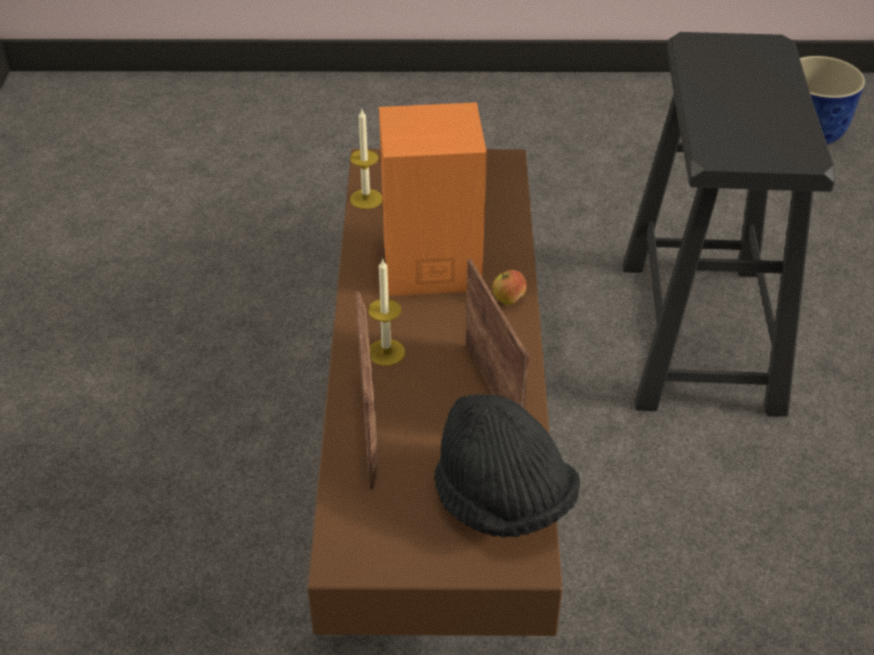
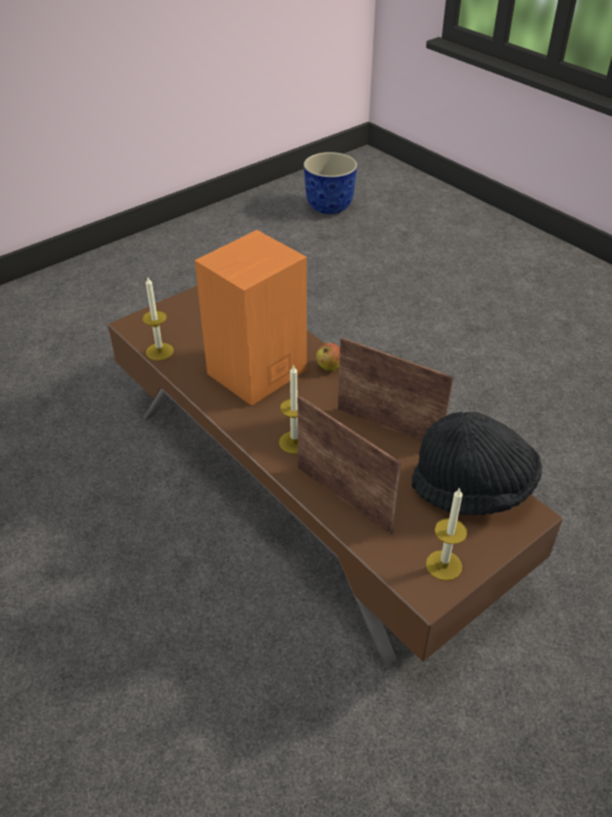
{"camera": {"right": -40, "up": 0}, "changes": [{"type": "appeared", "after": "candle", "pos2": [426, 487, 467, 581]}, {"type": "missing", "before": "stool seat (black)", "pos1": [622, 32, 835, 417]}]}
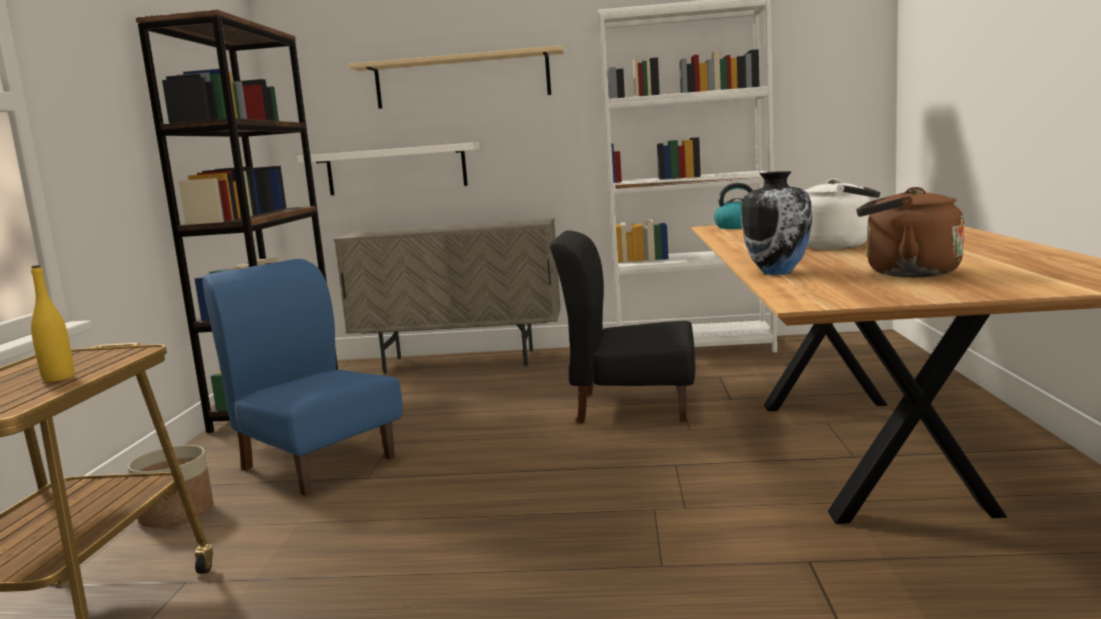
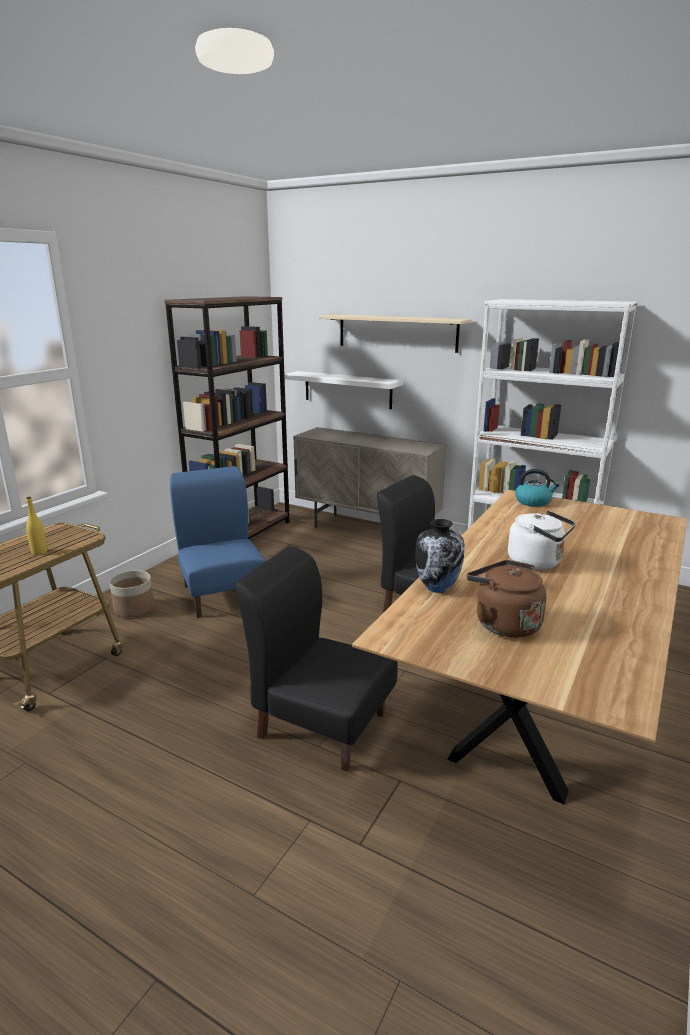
{"camera": {"right": 25, "up": 10}, "changes": [{"type": "appeared", "after": "upright chair (black)", "pos2": [235, 546, 398, 772]}]}
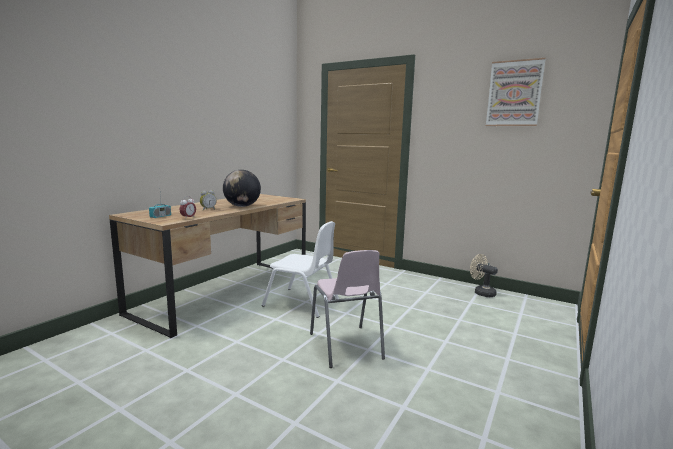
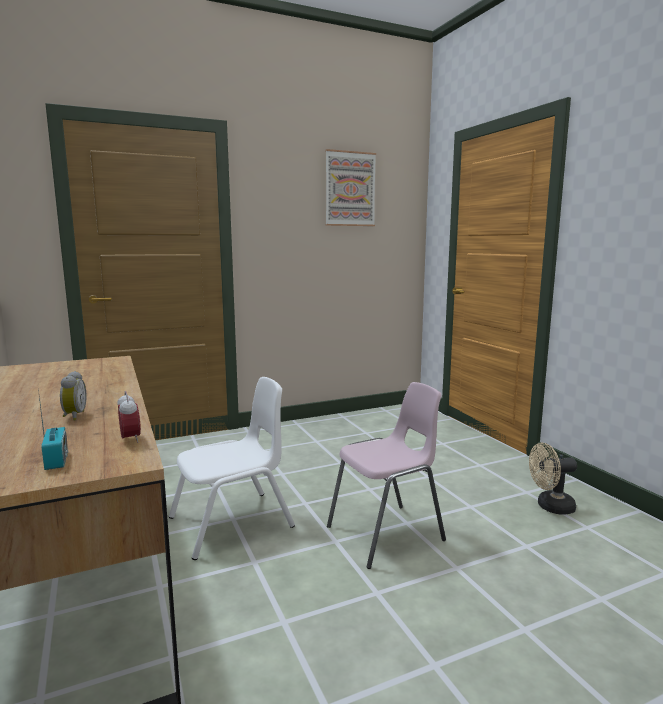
{"camera": {"right": -55, "up": 0}, "changes": [{"type": "spun", "before": "upright chair (pinkish)", "pos1": [310, 250, 385, 368], "pos2": [327, 382, 446, 569], "turn": -45}, {"type": "relocated", "before": "cooling fan (sand-coloured)", "pos1": [470, 254, 498, 297], "pos2": [529, 442, 577, 514]}, {"type": "missing", "before": "desk globe", "pos1": [223, 170, 261, 207]}]}
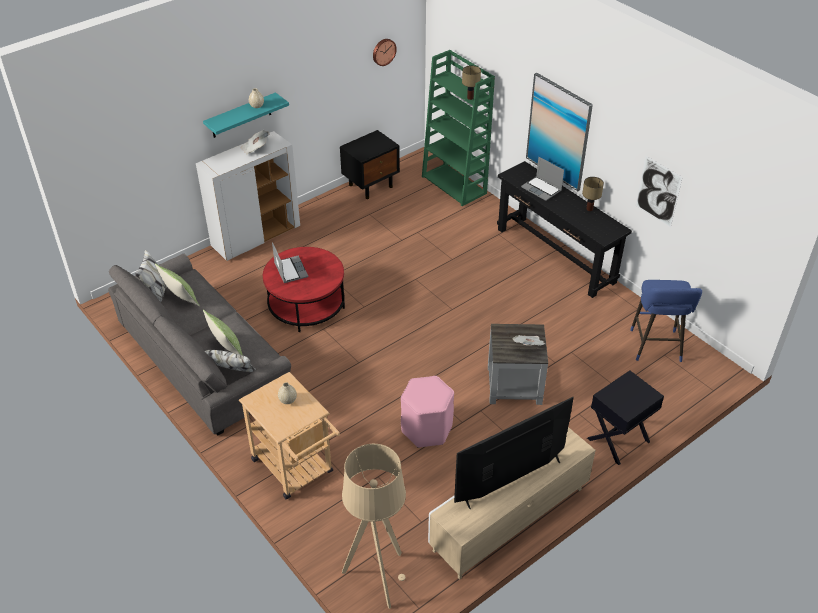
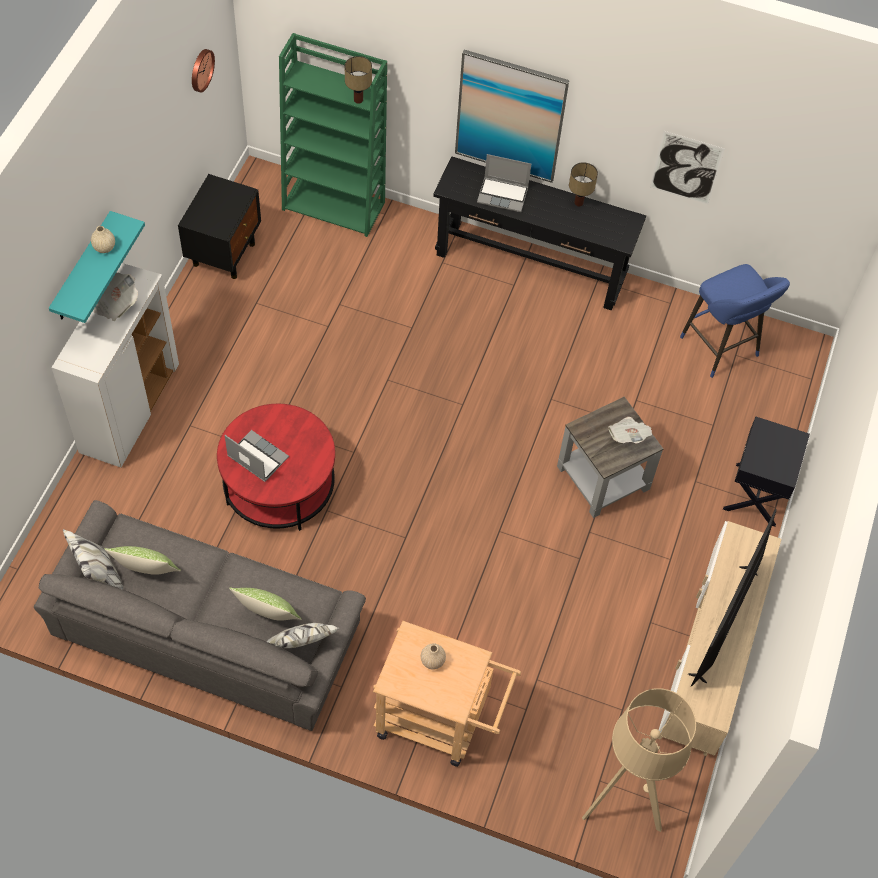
{"camera": {"right": -35, "up": 15}, "changes": [{"type": "missing", "before": "stool seat (pinkish)", "pos1": [401, 376, 454, 448]}]}
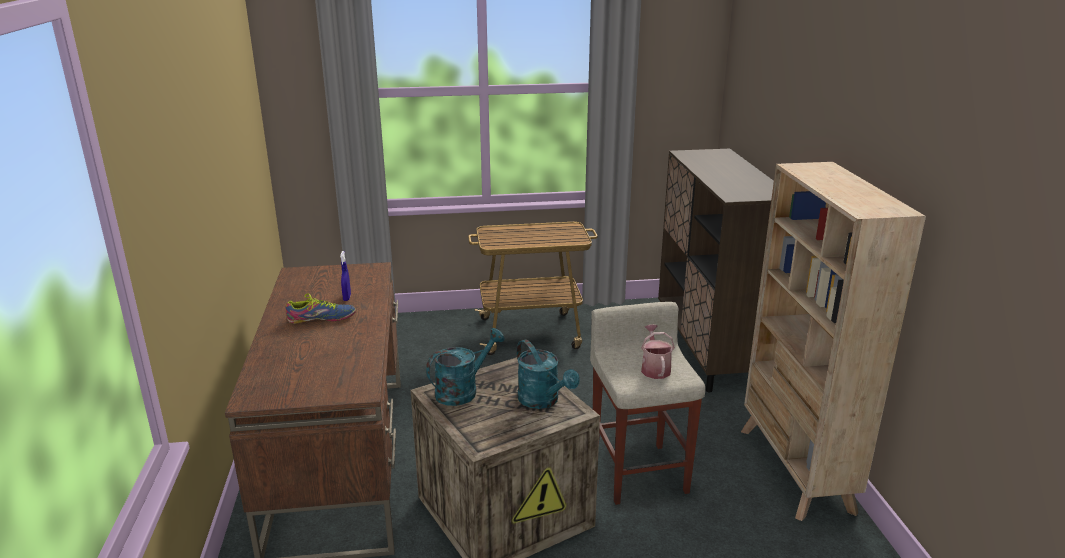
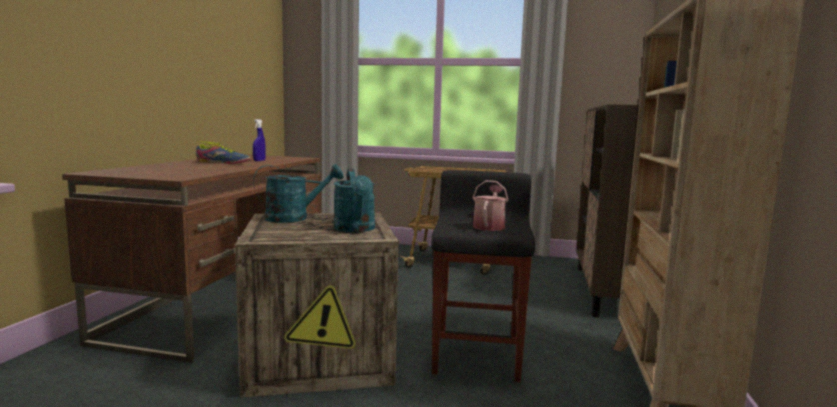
{"camera": {"right": 20, "up": -15}, "changes": [{"type": "colour", "before": "stool seat (sand-coloured)", "after": "stool seat (black)", "pos1": [590, 302, 705, 505], "pos2": [431, 170, 535, 382]}]}
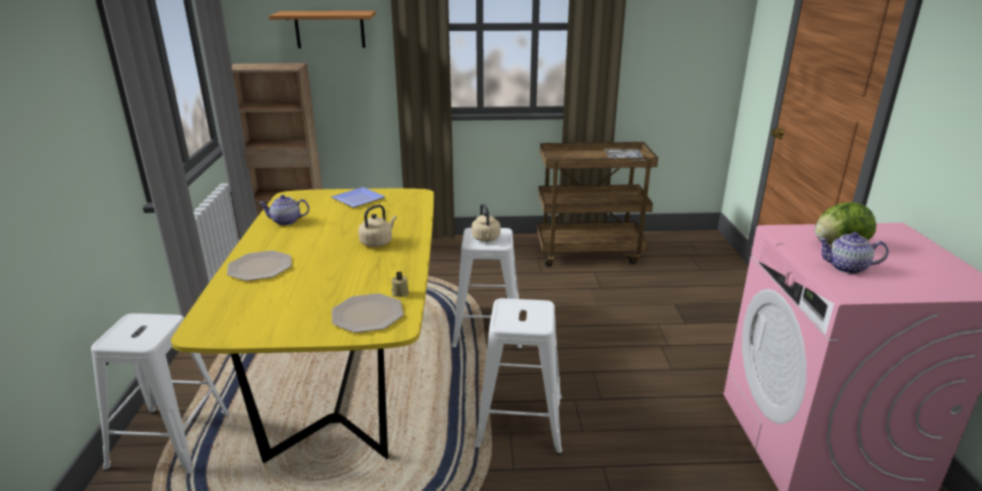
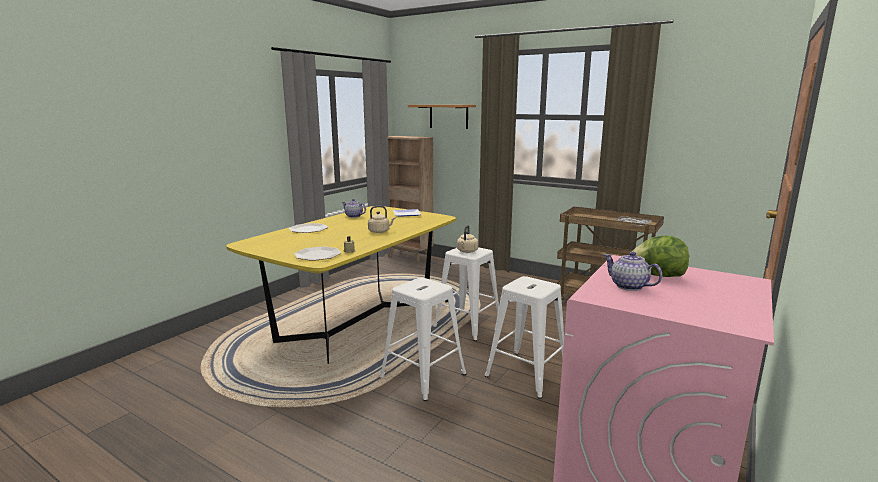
{"camera": {"right": 35, "up": -10}, "changes": [{"type": "relocated", "before": "stool seat (white-coloured)", "pos1": [91, 313, 230, 474], "pos2": [484, 276, 564, 399]}]}
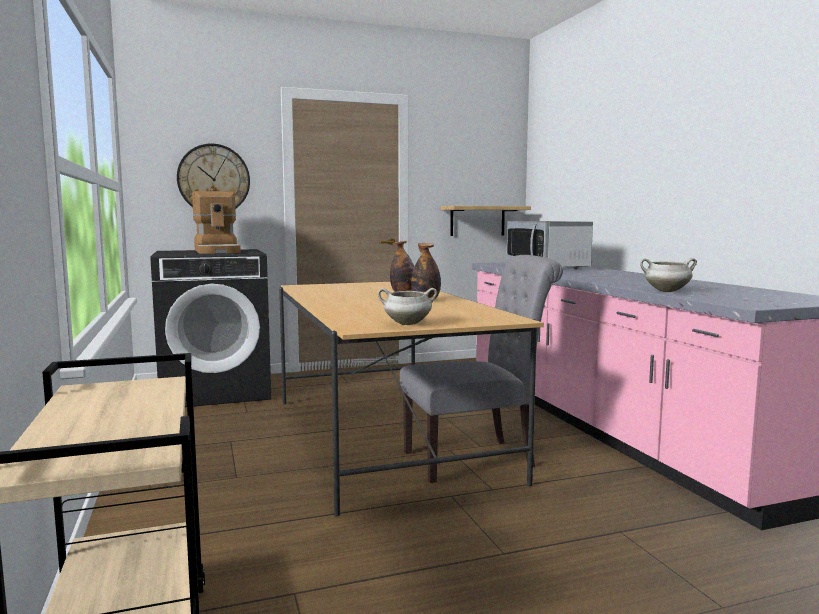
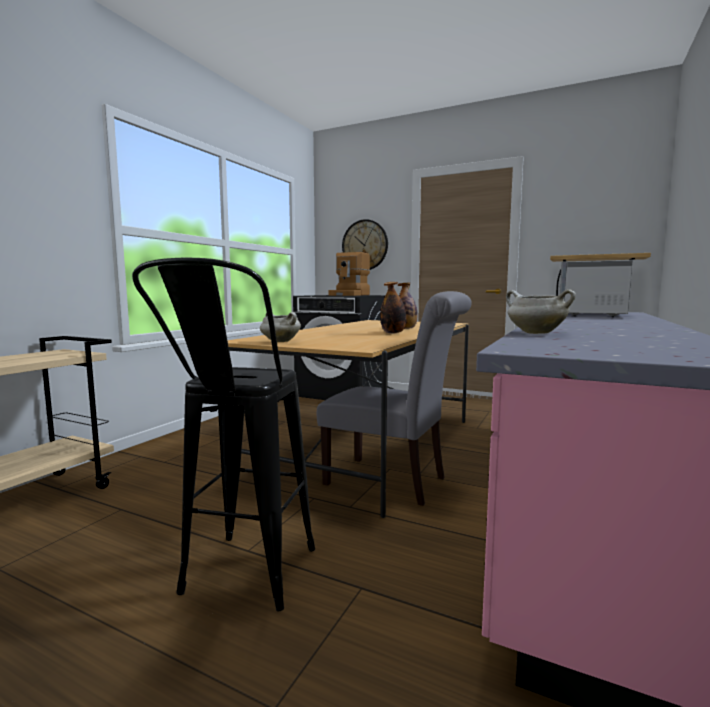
{"camera": {"right": 45, "up": 0}, "changes": [{"type": "appeared", "after": "stool seat (black)", "pos2": [132, 258, 315, 611]}]}
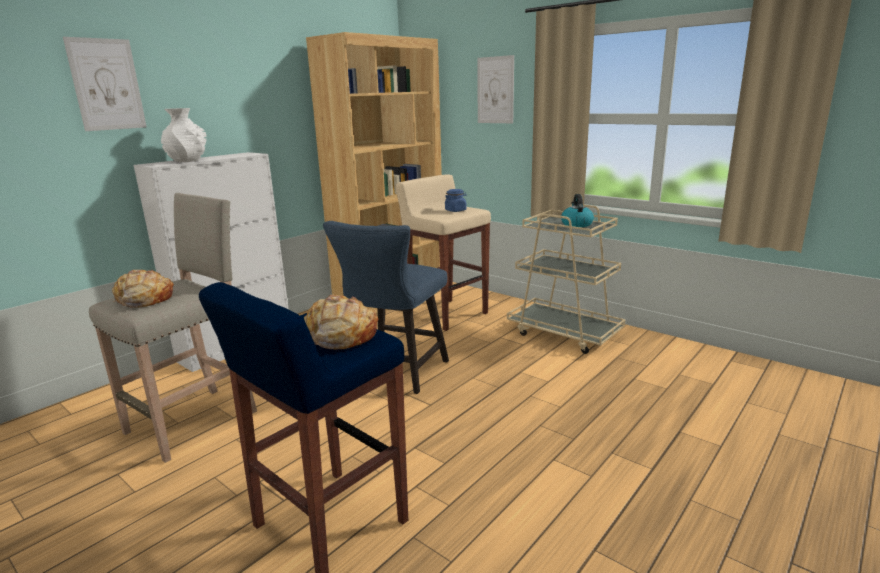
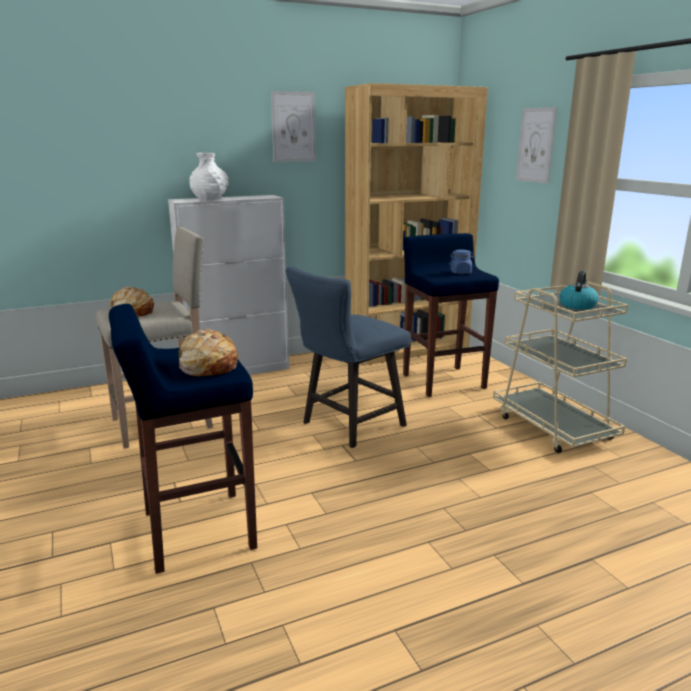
{"camera": {"right": 25, "up": 0}, "changes": [{"type": "relocated", "before": "wall picture", "pos1": [63, 37, 147, 131], "pos2": [271, 91, 316, 162]}, {"type": "colour", "before": "stool seat (sand-coloured)", "after": "stool seat (bluish)", "pos1": [395, 174, 491, 331], "pos2": [403, 233, 499, 397]}]}
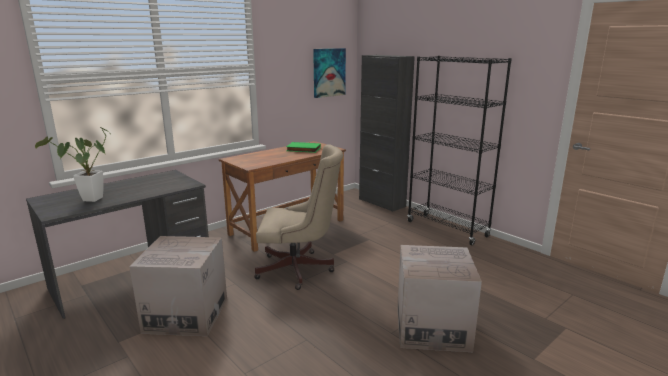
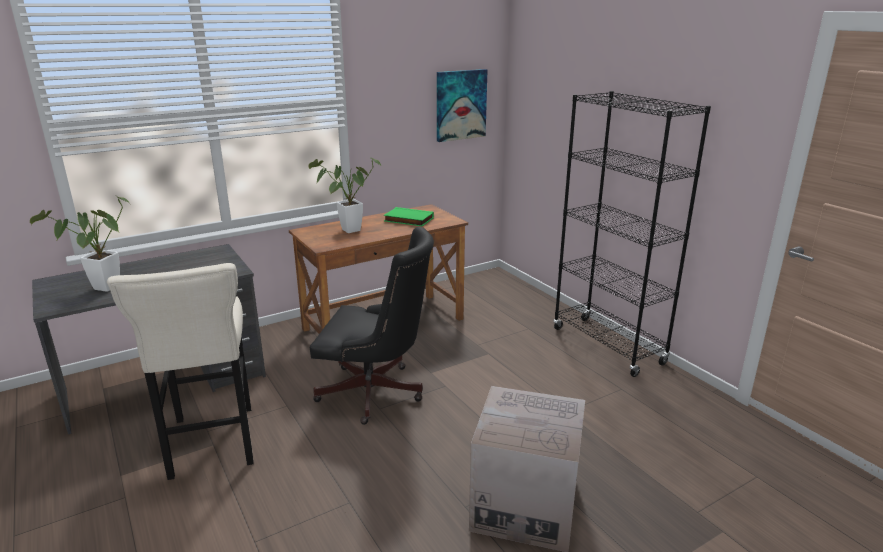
{"camera": {"right": 10, "up": 5}, "changes": [{"type": "exchanged", "before": "carton", "after": "stool seat (sand-coloured)", "pos1": [130, 236, 227, 336], "pos2": [107, 263, 254, 480]}, {"type": "appeared", "after": "potted plant", "pos2": [308, 157, 382, 233]}, {"type": "colour", "before": "desk chair (sand-coloured)", "after": "desk chair (black)", "pos1": [254, 144, 343, 290], "pos2": [310, 227, 434, 425]}, {"type": "missing", "before": "storage cabinet (black)", "pos1": [359, 55, 415, 212]}]}
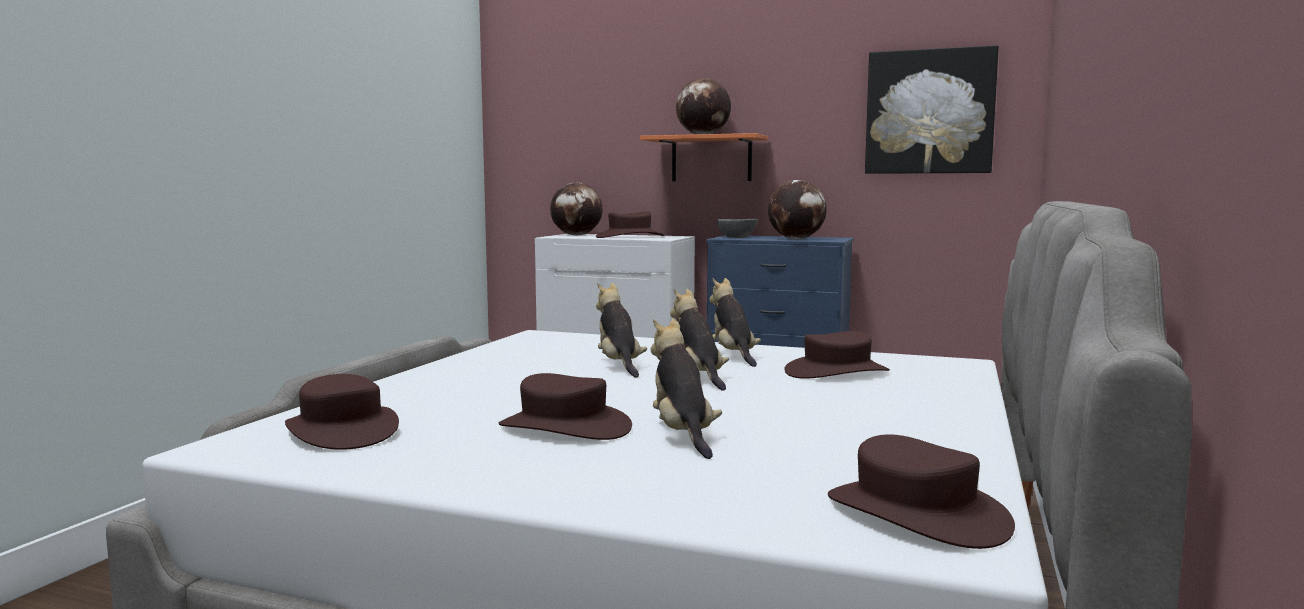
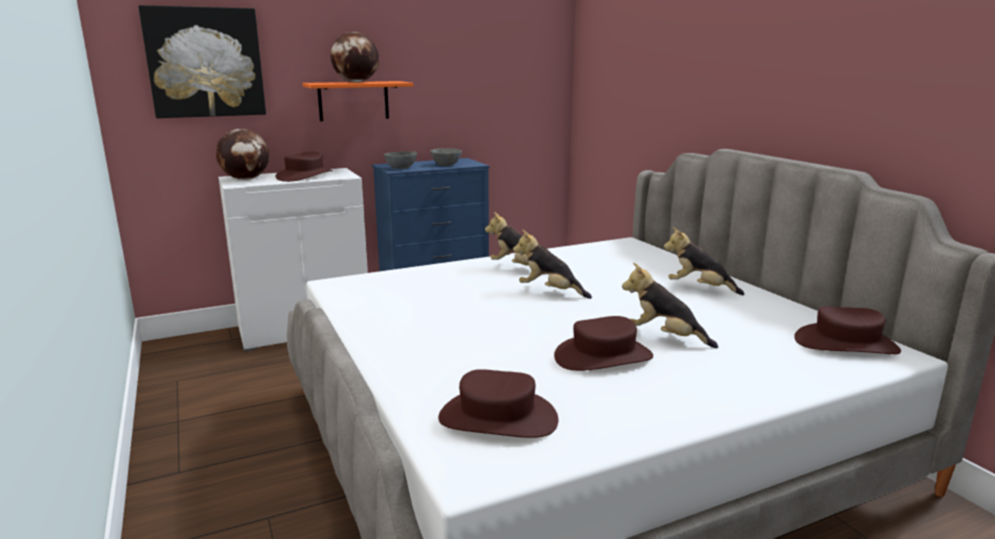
{"camera": {"right": -45, "up": 10}, "changes": [{"type": "relocated", "before": "wall picture", "pos1": [865, 45, 999, 174], "pos2": [138, 5, 266, 118]}, {"type": "exchanged", "before": "desk globe", "after": "deep dish (gray)", "pos1": [768, 180, 827, 239], "pos2": [431, 148, 462, 166]}, {"type": "relocated", "before": "plush toy", "pos1": [596, 283, 647, 377], "pos2": [664, 227, 745, 295]}, {"type": "missing", "before": "wearable hat (brown-coloured)", "pos1": [785, 331, 890, 379]}]}
